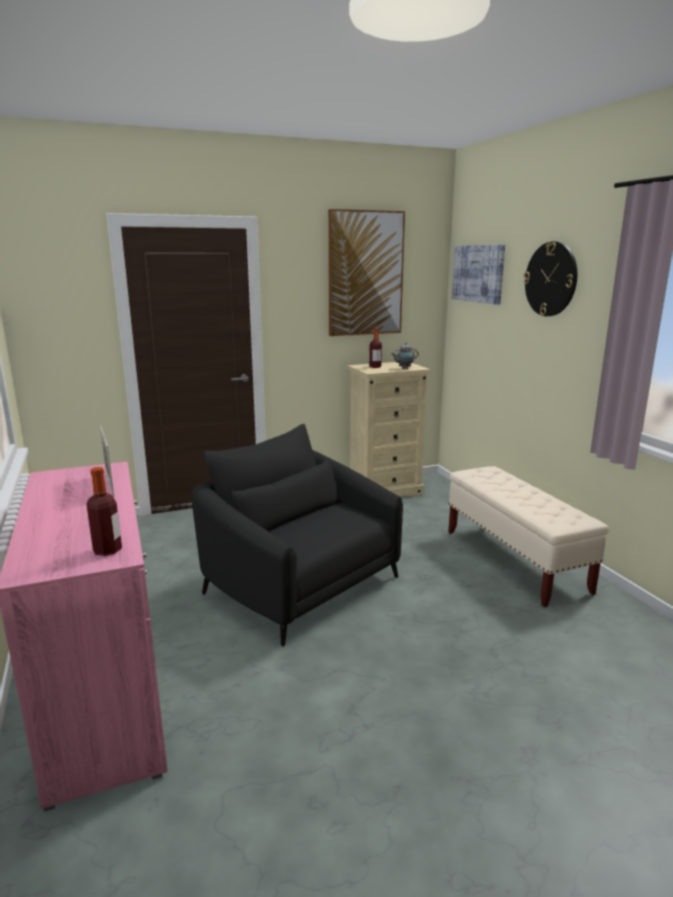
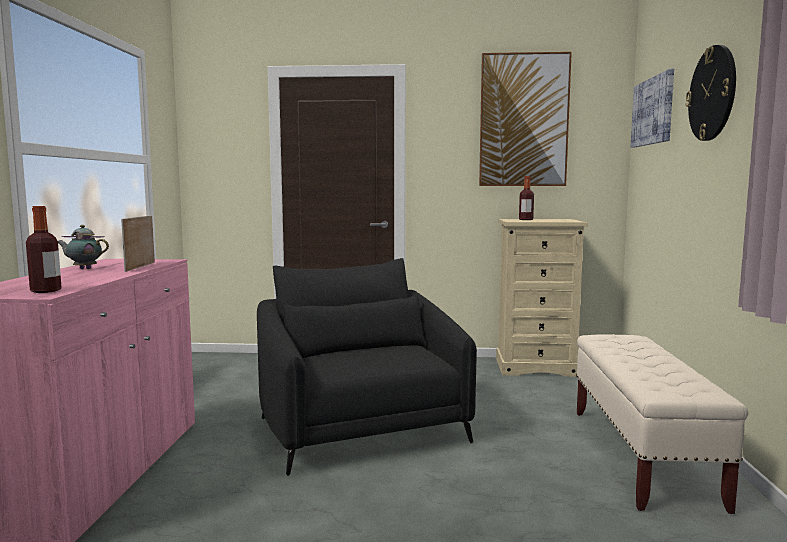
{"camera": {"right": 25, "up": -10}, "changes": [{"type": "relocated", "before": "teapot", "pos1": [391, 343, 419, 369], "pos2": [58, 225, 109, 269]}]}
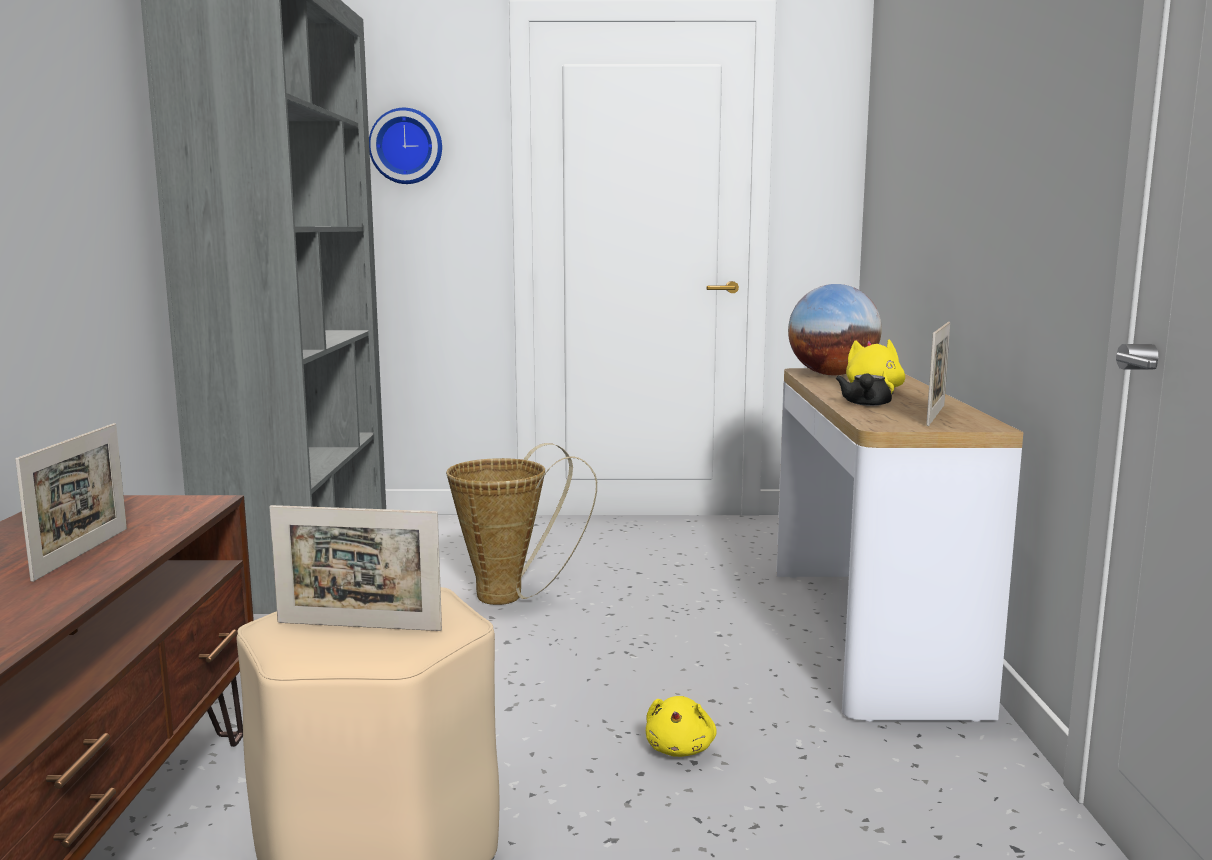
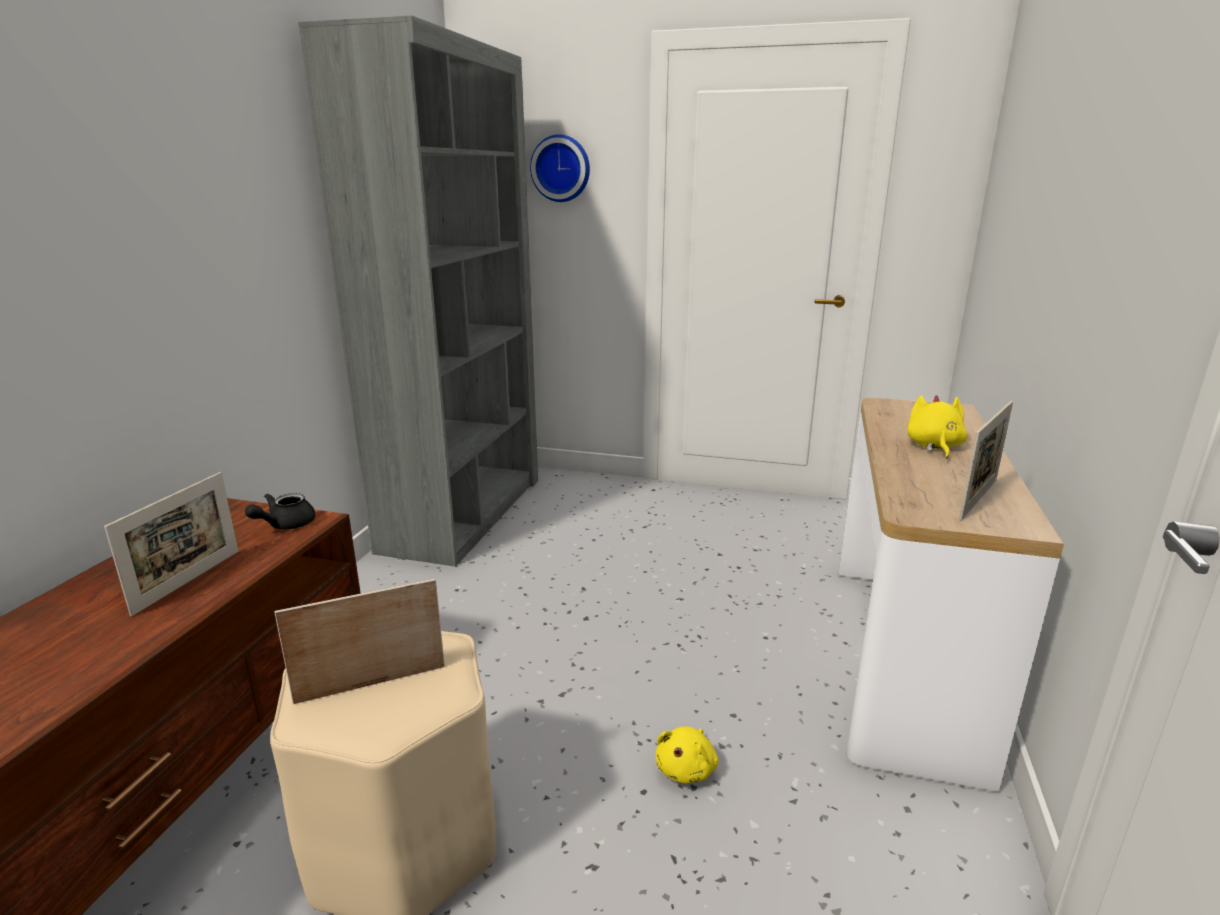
{"camera": {"right": 15, "up": 10}, "changes": [{"type": "relocated", "before": "teapot (black)", "pos1": [836, 373, 892, 406], "pos2": [245, 493, 315, 529]}, {"type": "spun", "before": "photo frame", "pos1": [269, 505, 442, 631], "pos2": [274, 579, 445, 704], "turn": 135}, {"type": "missing", "before": "basket", "pos1": [446, 443, 597, 605]}, {"type": "missing", "before": "desk globe", "pos1": [788, 284, 882, 375]}]}
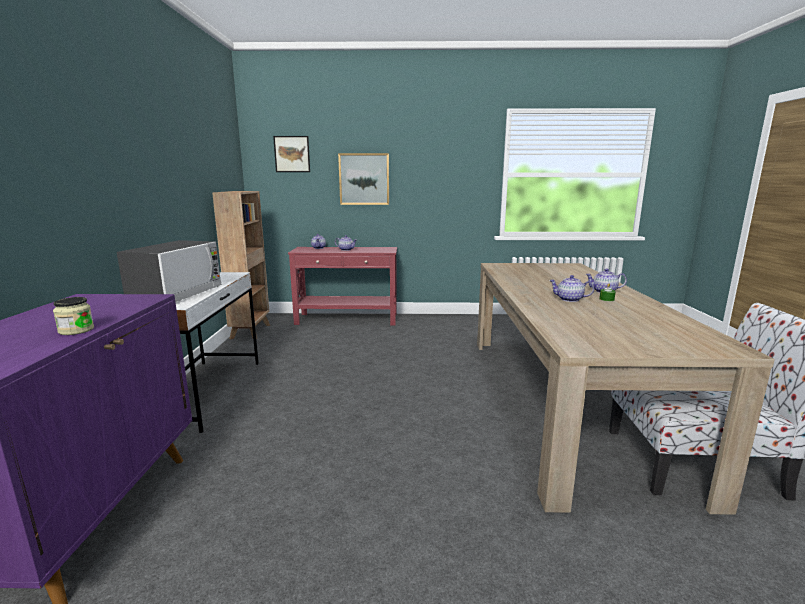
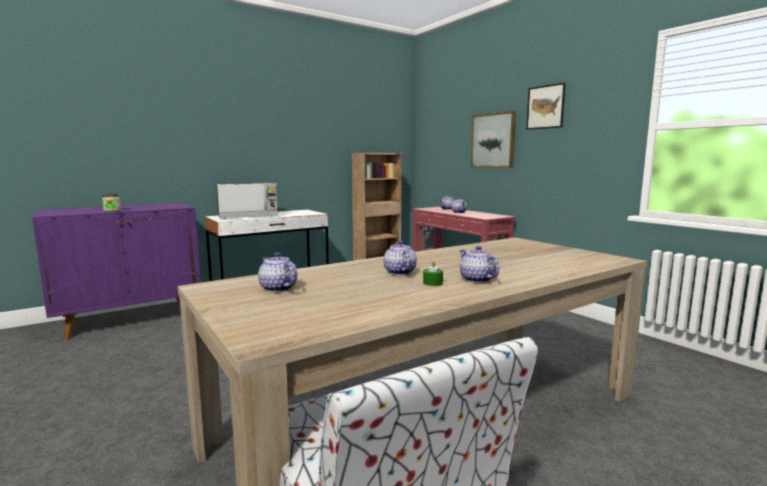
{"camera": {"right": 55, "up": -5}, "changes": [{"type": "appeared", "after": "teapot", "pos2": [258, 252, 297, 292]}, {"type": "relocated", "before": "wall picture", "pos1": [273, 136, 310, 172], "pos2": [526, 83, 566, 130]}]}
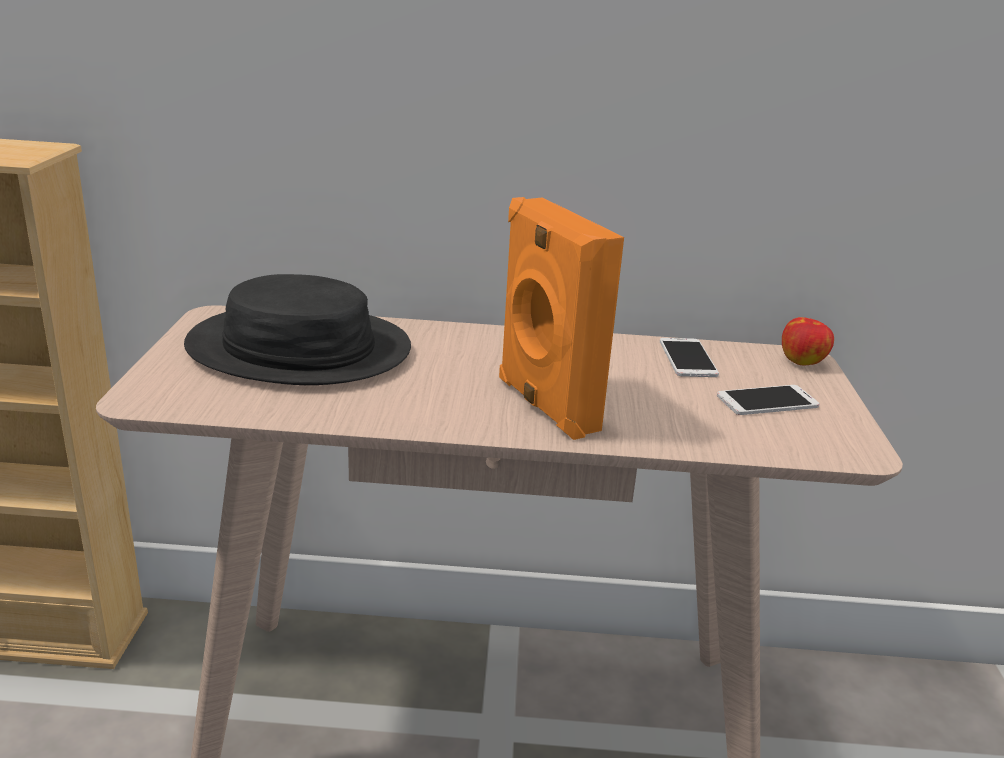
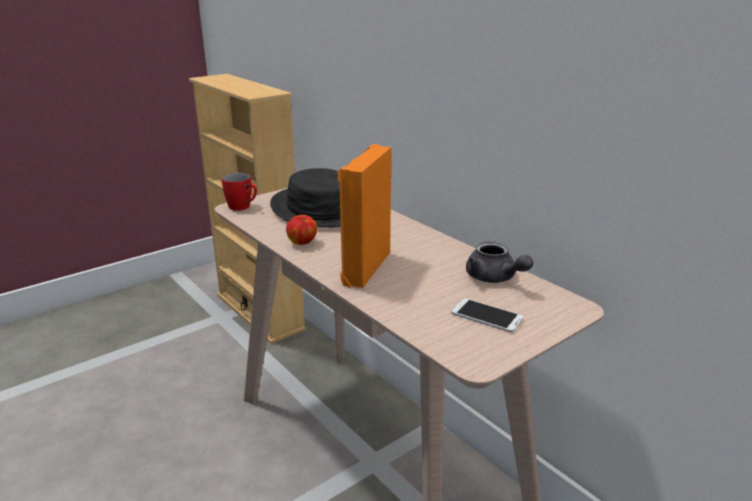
{"camera": {"right": 50, "up": 0}, "changes": [{"type": "appeared", "after": "mug (red-coloured)", "pos2": [222, 173, 257, 210]}, {"type": "relocated", "before": "whole apple", "pos1": [782, 317, 834, 365], "pos2": [286, 215, 317, 245]}, {"type": "exchanged", "before": "handset", "after": "teapot (gray)", "pos1": [660, 338, 719, 377], "pos2": [466, 241, 533, 283]}]}
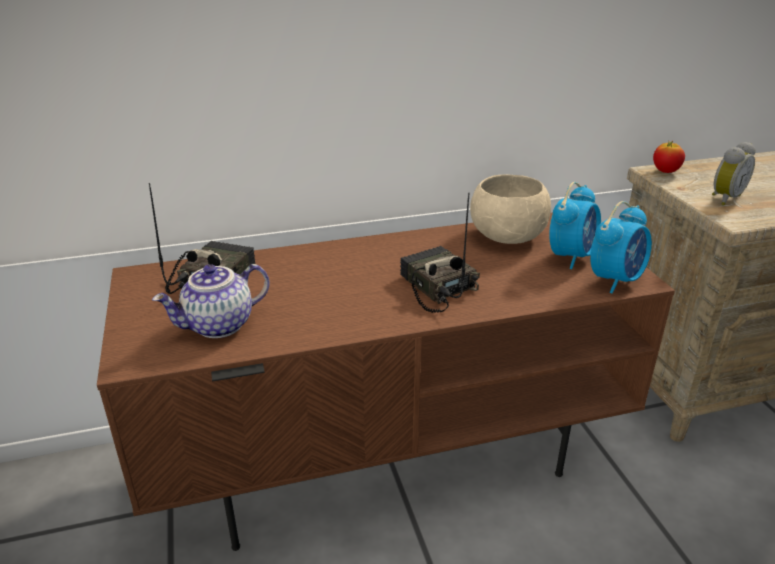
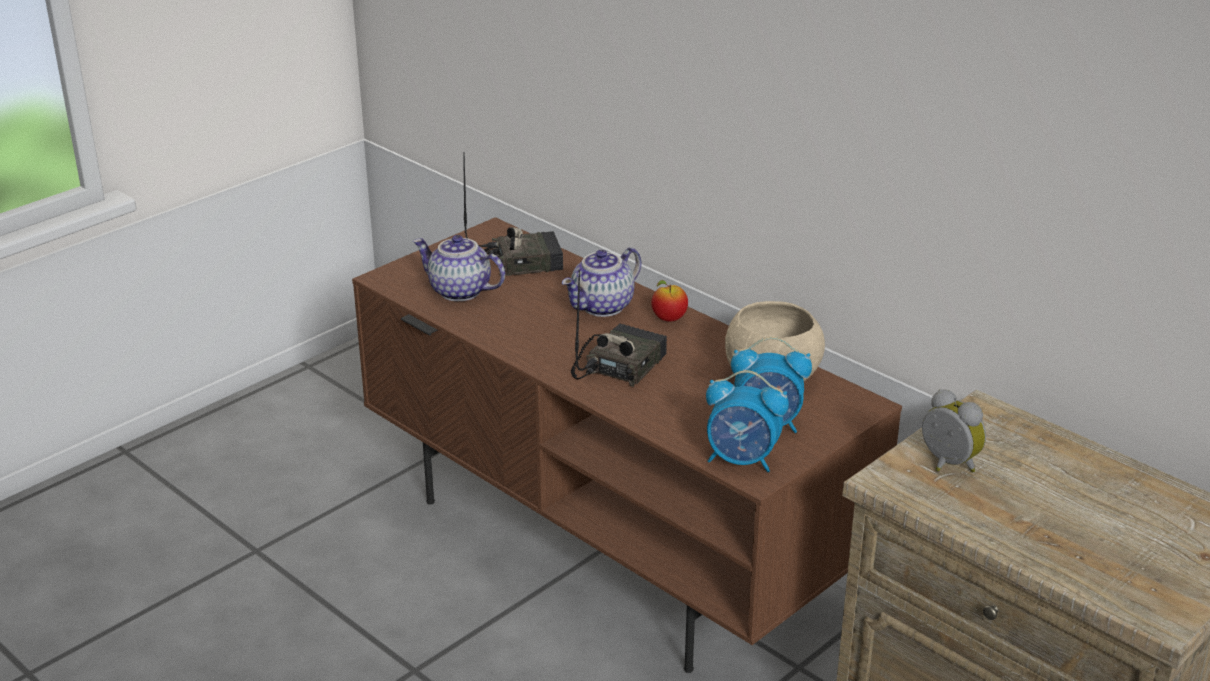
{"camera": {"right": 60, "up": 0}, "changes": [{"type": "appeared", "after": "teapot", "pos2": [562, 247, 641, 317]}, {"type": "relocated", "before": "whole apple", "pos1": [653, 140, 685, 173], "pos2": [651, 280, 688, 322]}, {"type": "spun", "before": "bedside clock", "pos1": [712, 142, 755, 206], "pos2": [922, 389, 986, 472], "turn": -150}]}
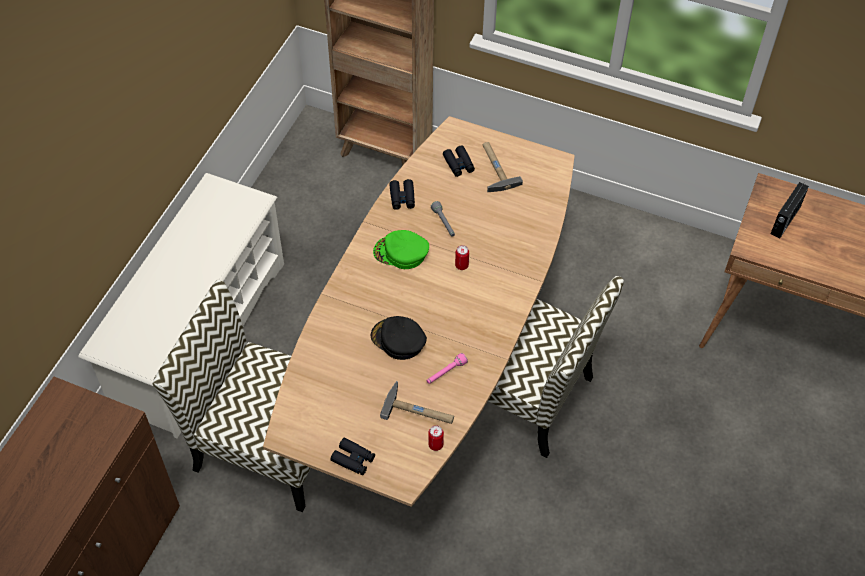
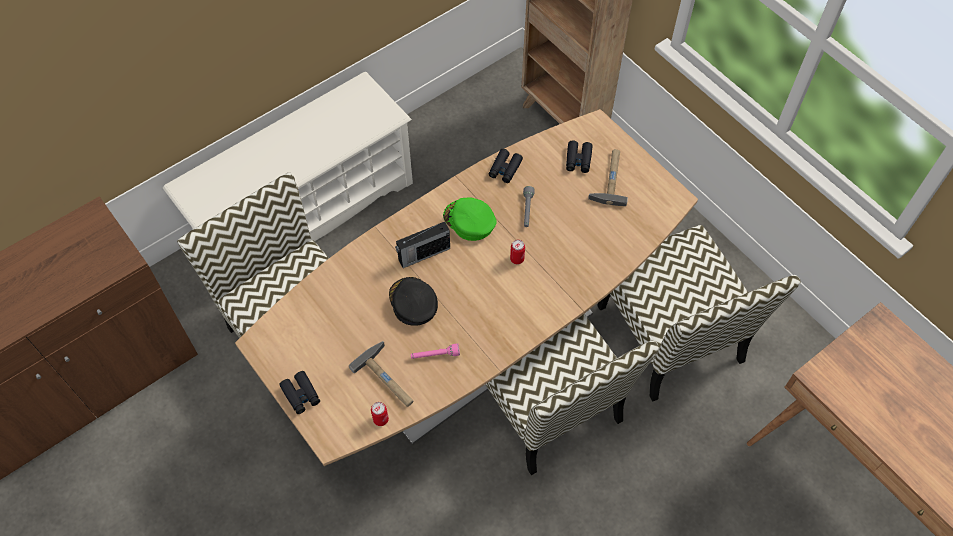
{"camera": {"right": 30, "up": 5}, "changes": [{"type": "relocated", "before": "radio", "pos1": [771, 182, 809, 238], "pos2": [395, 222, 450, 268]}, {"type": "appeared", "after": "upright chair", "pos2": [597, 225, 801, 402]}]}
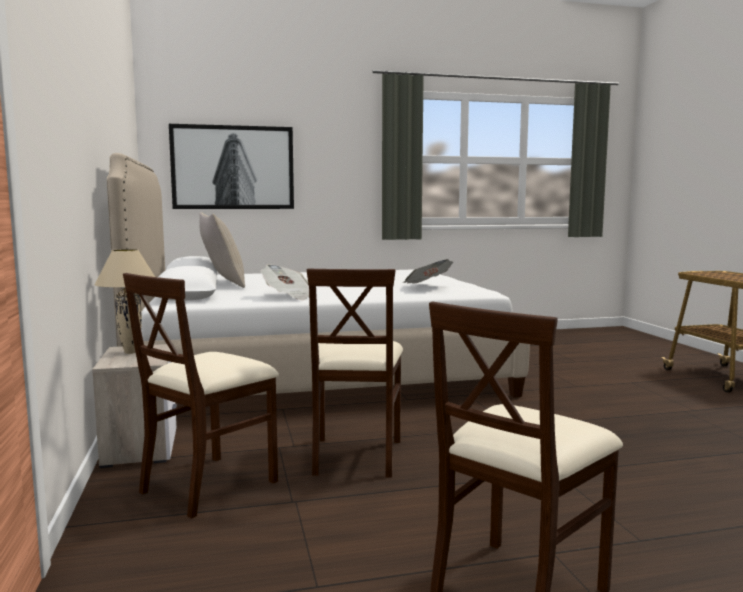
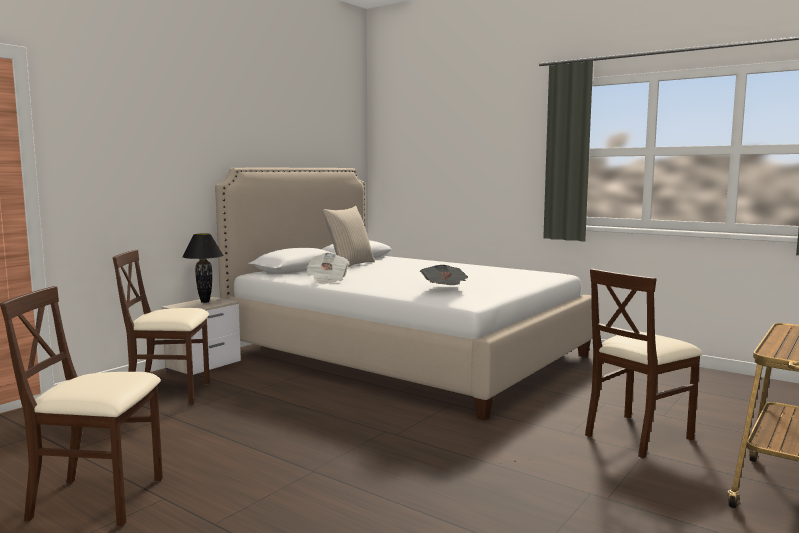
{"camera": {"right": 50, "up": 0}, "changes": [{"type": "colour", "before": "lamp for a table (sand-coloured)", "after": "lamp for a table (black)", "pos1": [94, 249, 155, 354], "pos2": [182, 233, 224, 303]}, {"type": "relocated", "before": "upright chair (sand-coloured)", "pos1": [307, 269, 403, 478], "pos2": [585, 269, 703, 458]}, {"type": "missing", "before": "wall picture", "pos1": [169, 124, 294, 209]}]}
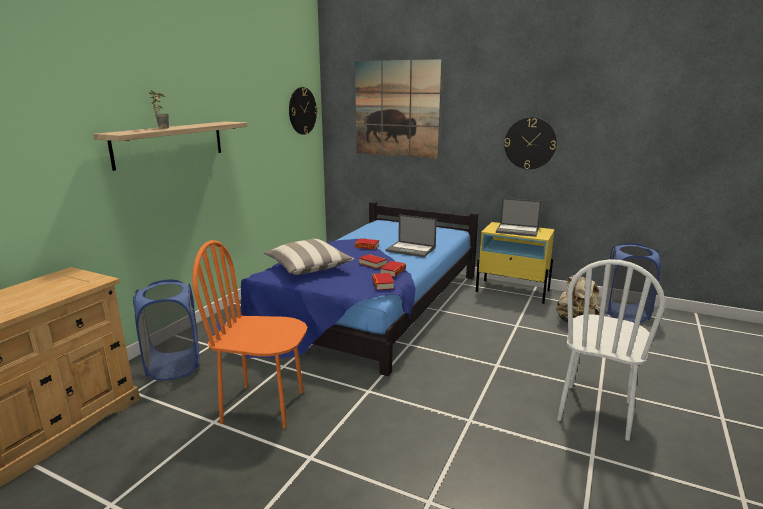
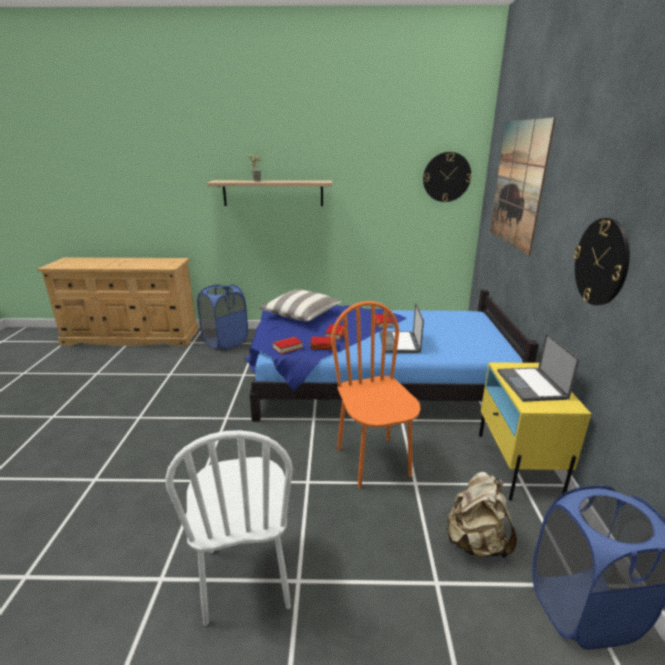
{"camera": {"right": 65, "up": 5}, "changes": [{"type": "spun", "before": "upright chair (white-coloured)", "pos1": [557, 259, 665, 441], "pos2": [165, 430, 293, 626], "turn": -105}, {"type": "relocated", "before": "upright chair (orange)", "pos1": [192, 240, 307, 428], "pos2": [331, 301, 421, 488]}]}
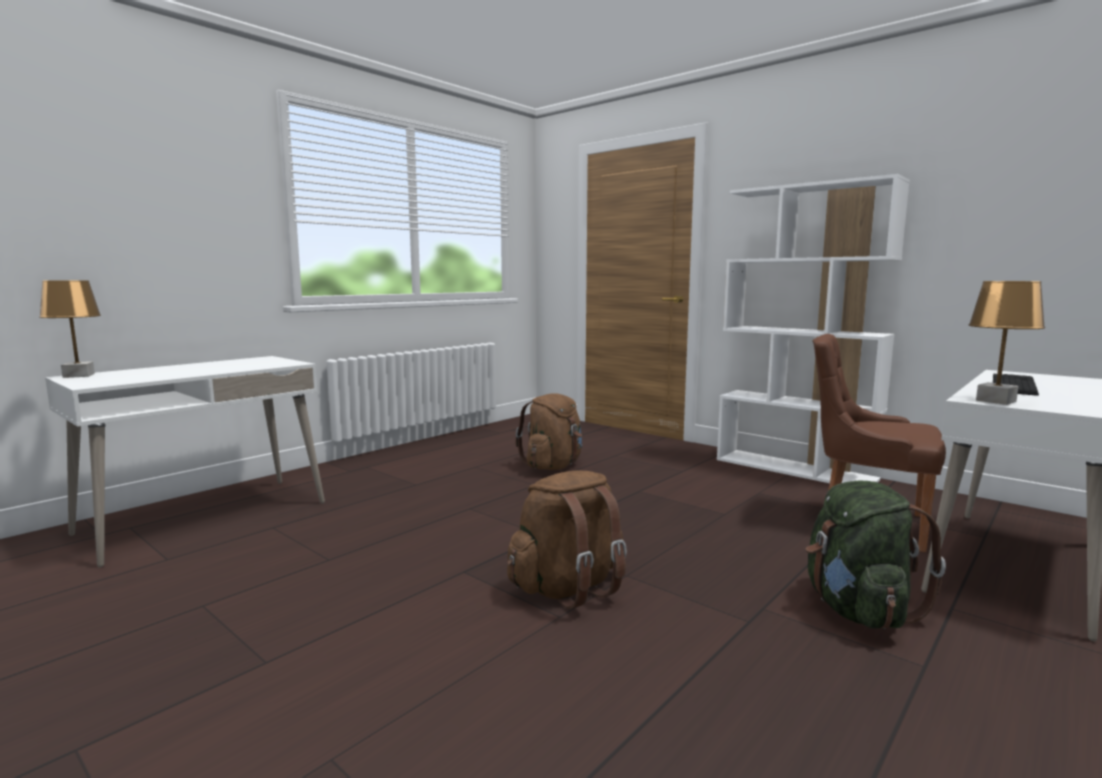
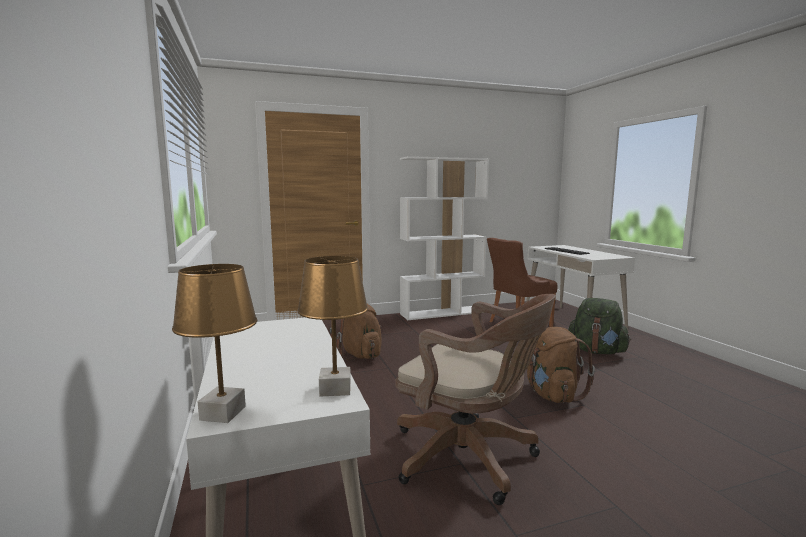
{"camera": {"right": -60, "up": 0}, "changes": [{"type": "relocated", "before": "lamp for a table (brown-coloured)", "pos1": [969, 281, 1045, 405], "pos2": [297, 256, 368, 396]}, {"type": "appeared", "after": "desk chair (brown-coloured)", "pos2": [395, 294, 555, 505]}]}
